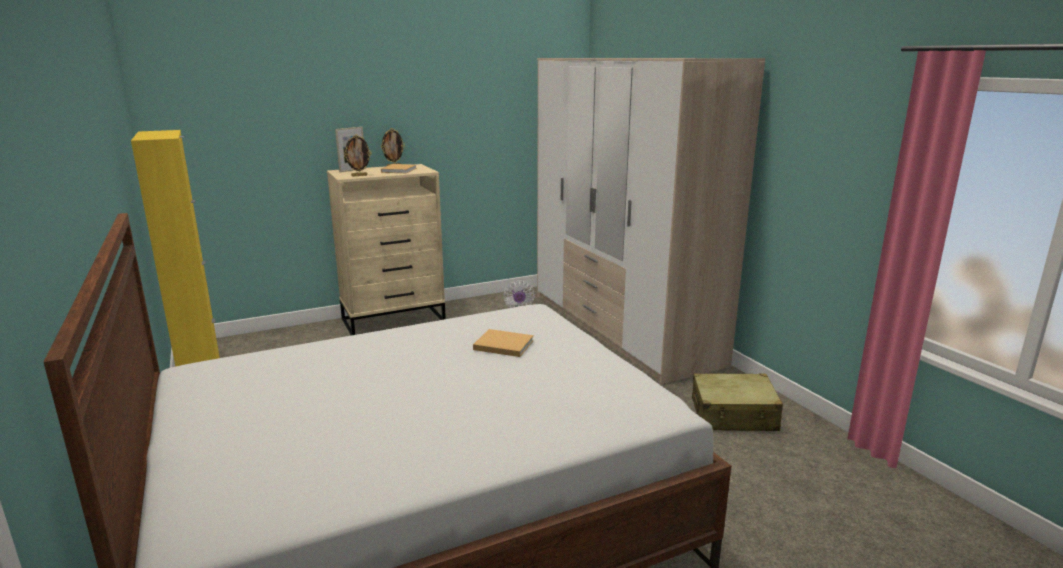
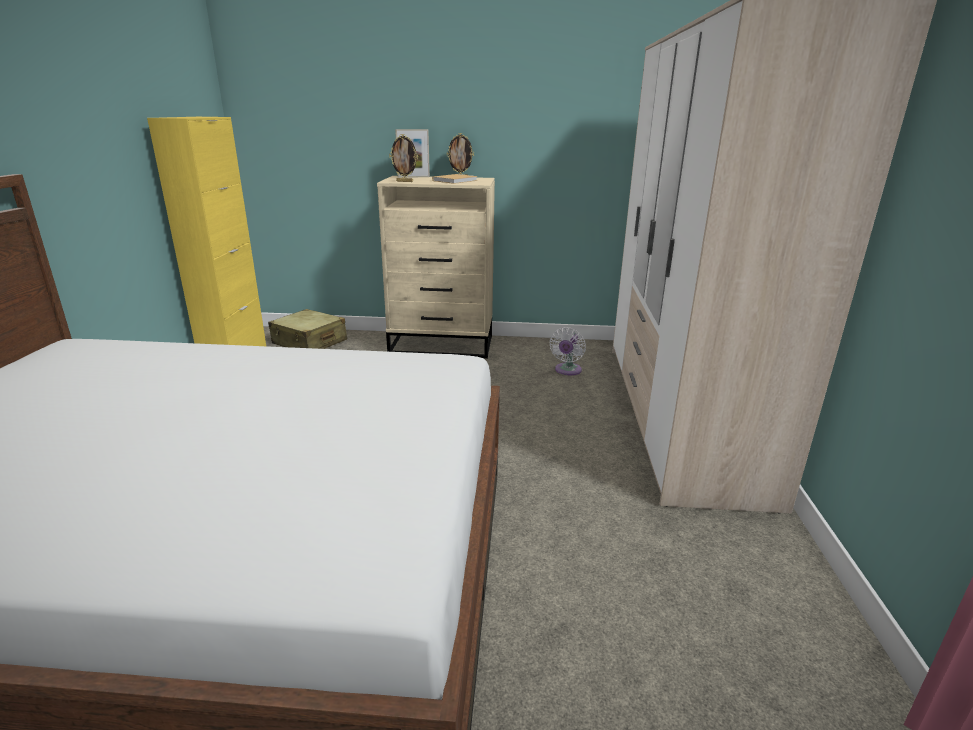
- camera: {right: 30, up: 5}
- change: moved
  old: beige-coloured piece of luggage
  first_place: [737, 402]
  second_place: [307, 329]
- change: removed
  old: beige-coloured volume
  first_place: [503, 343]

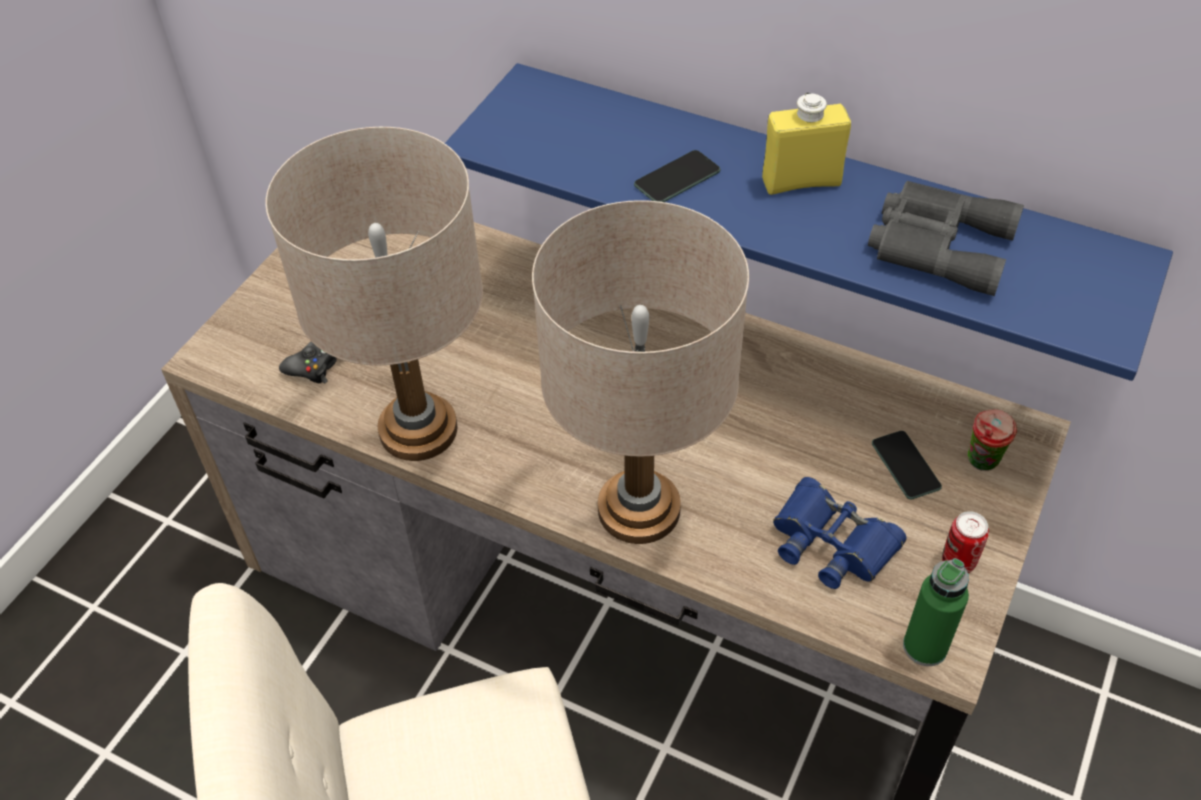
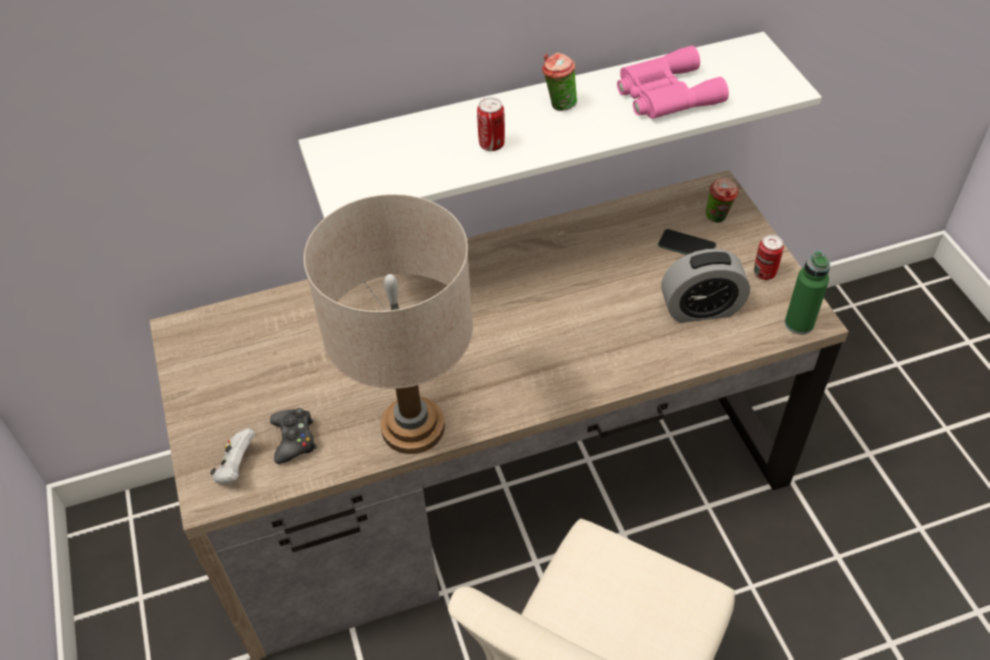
- camera: {right: -45, up: 0}
- change: added
  new: white-coloured game controller
  second_place: [233, 456]
- change: recoloured
  old: bluish wall shelf
  new: white-coloured wall shelf
  first_place: [809, 222]
  second_place: [560, 125]
- change: replaced
  old: handset
  new: metal can
  first_place: [677, 176]
  second_place: [491, 124]
- change: replaced
  old: yellow-coloured beverage bottle
  new: drinking cup
  first_place: [806, 144]
  second_place: [559, 82]
- change: recoloured
  old: gray pair of binoculars
  new: pinkish pair of binoculars
  first_place: [946, 238]
  second_place: [673, 82]
- change: replaced
  old: bluish pair of binoculars
  new: bedside clock
  first_place: [840, 533]
  second_place: [705, 286]
- change: removed
  old: beige-coloured tabletop lamp
  first_place: [640, 372]

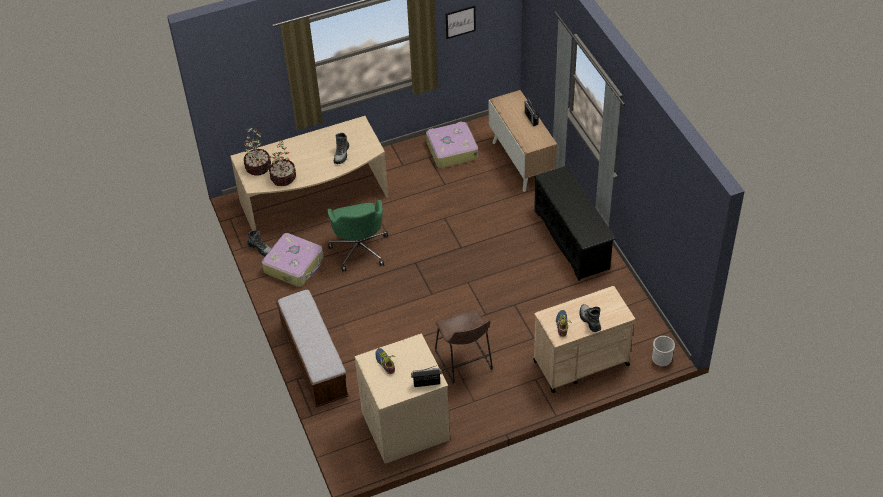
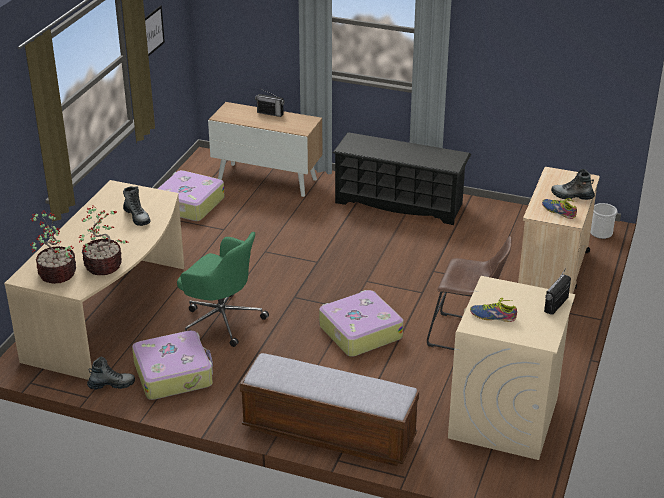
- camera: {right: -50, up: -15}
- change: added
  new: piece of luggage
  second_place: [361, 323]

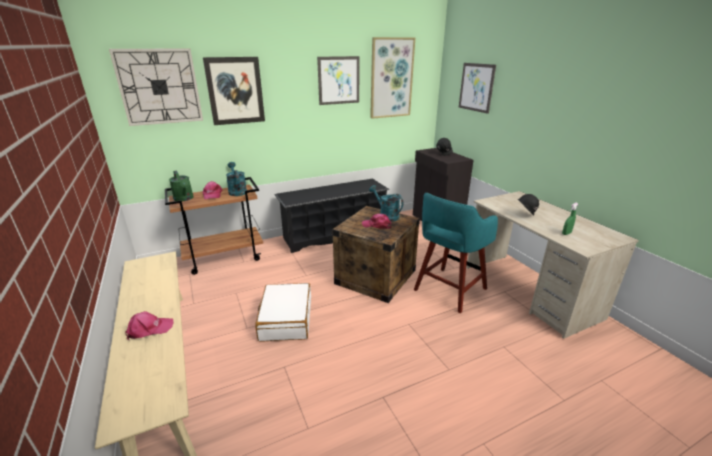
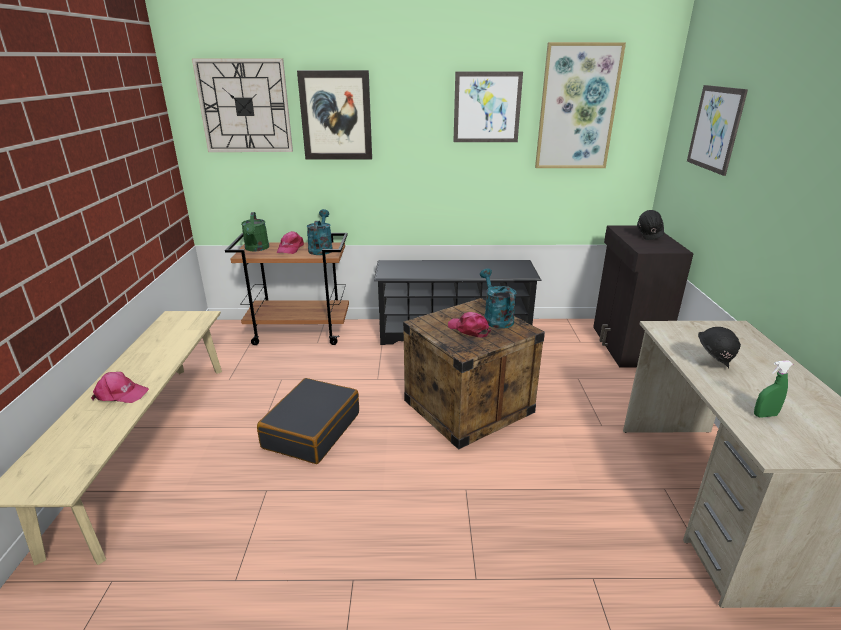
- camera: {right: 25, up: 0}
- change: recoloured
  old: white-coloured piece of luggage
  new: blackish piece of luggage
  first_place: [283, 312]
  second_place: [308, 421]
- change: removed
  old: turquoise-coloured sitting stool
  first_place: [456, 253]

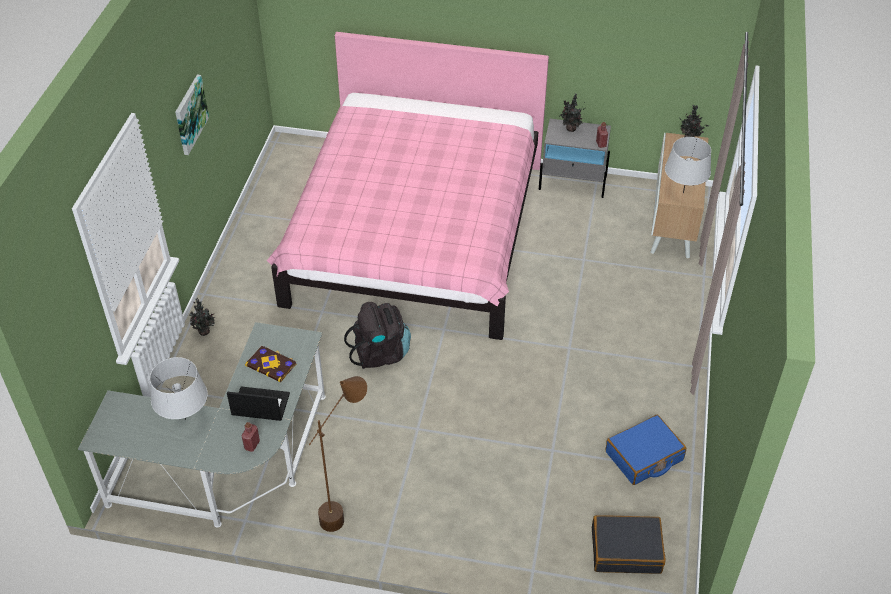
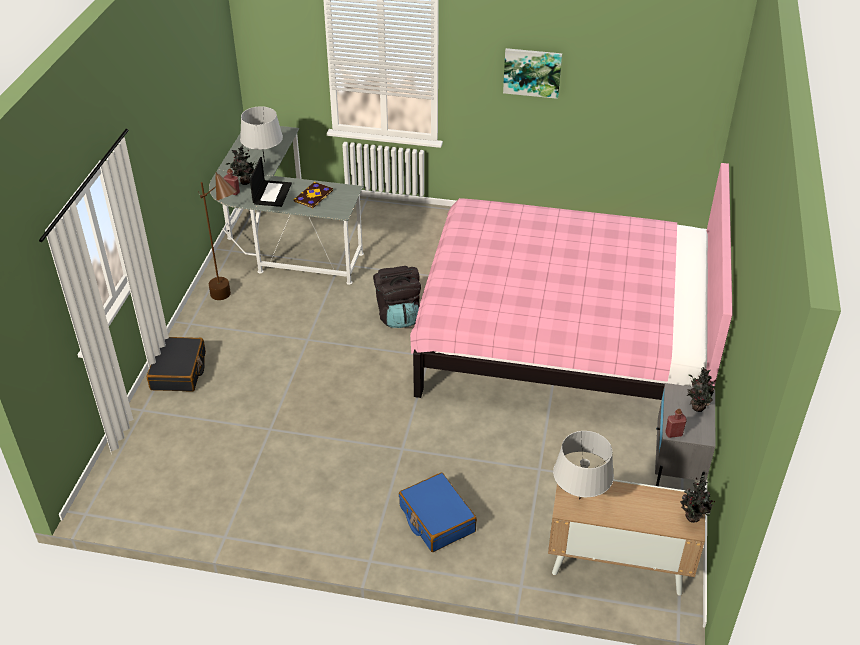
- camera: {right: 90, up: -5}
- change: moved
  old: blackish piece of luggage
  first_place: [629, 544]
  second_place: [176, 364]
- change: moved
  old: potted plant
  first_place: [202, 317]
  second_place: [242, 164]
- change: moved
  old: bluish piece of luggage
  first_place: [646, 450]
  second_place: [438, 512]

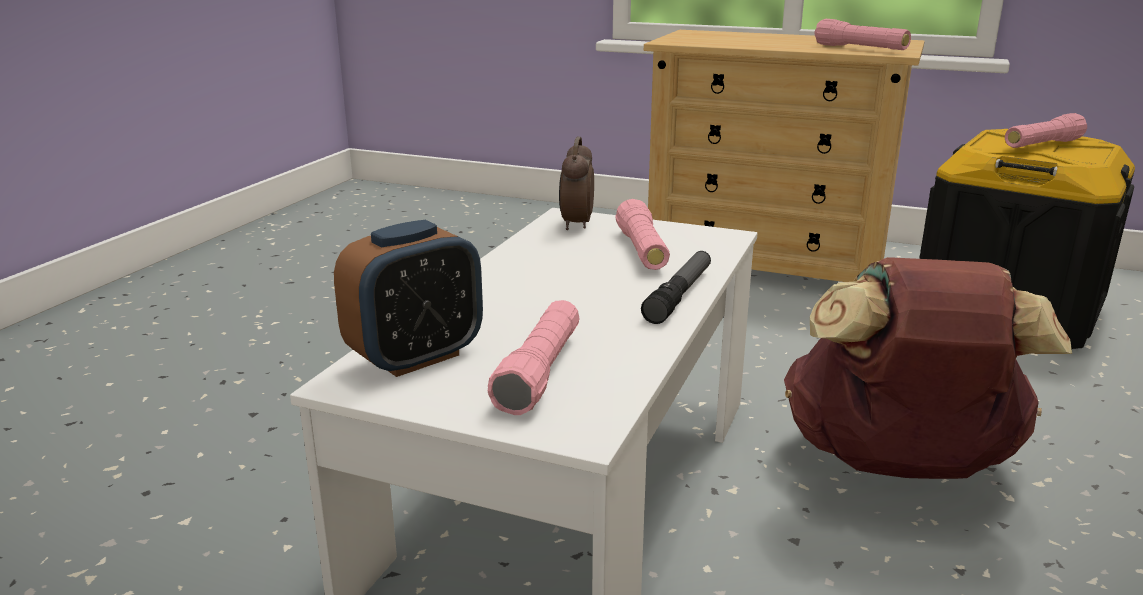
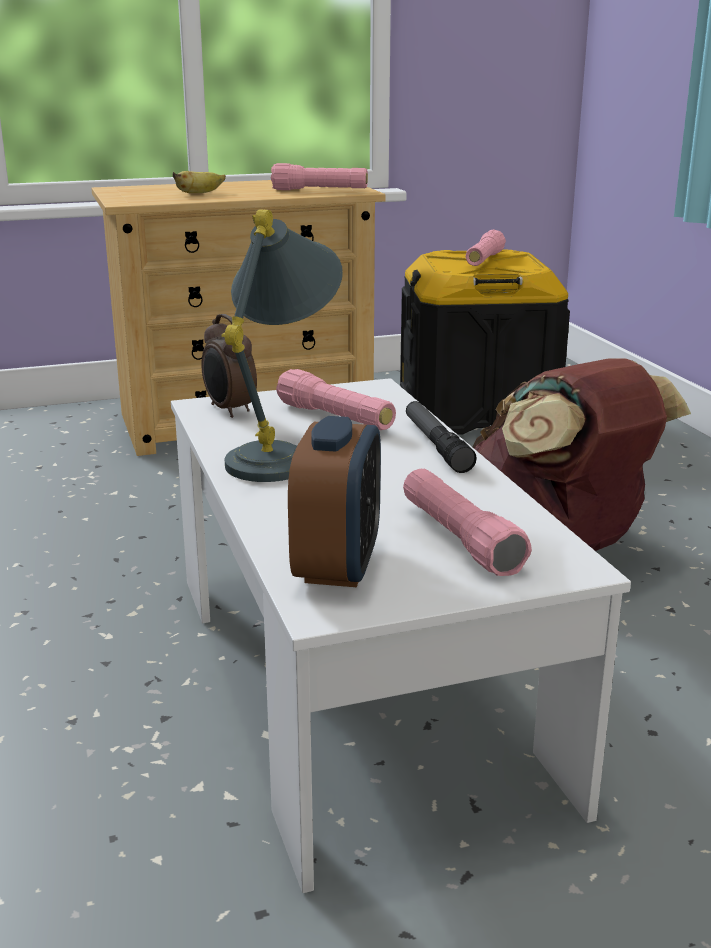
- camera: {right: -40, up: 0}
- change: added
  new: banana
  second_place: [199, 182]
- change: added
  new: gray tabletop lamp
  second_place: [282, 345]

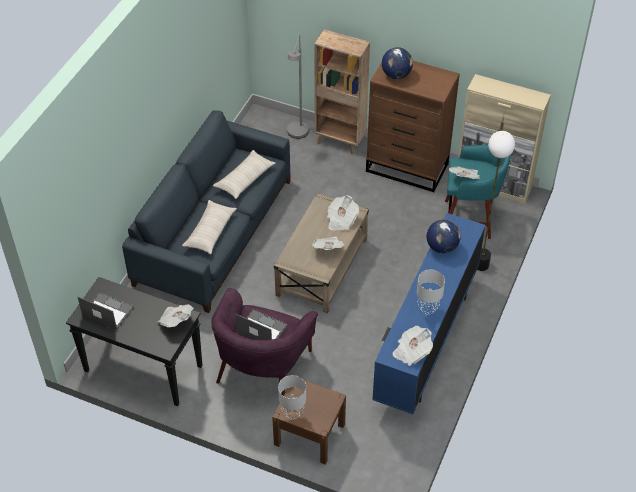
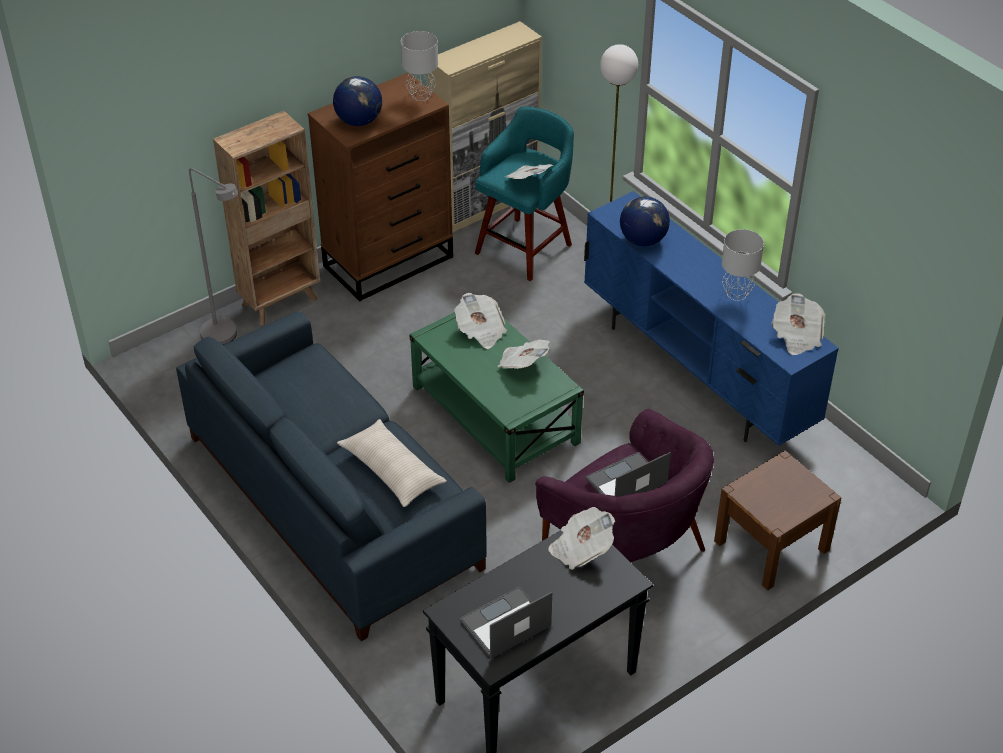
- camera: {right: -60, up: -5}
- change: moved
  old: gray tabletop lamp
  first_place: [292, 397]
  second_place: [419, 66]
- change: recoloured
  old: beige-coloured low table
  new: greenish low table
  first_place: [321, 253]
  second_place: [497, 397]
- change: removed
  old: beige-coloured cushion
  first_place: [244, 174]

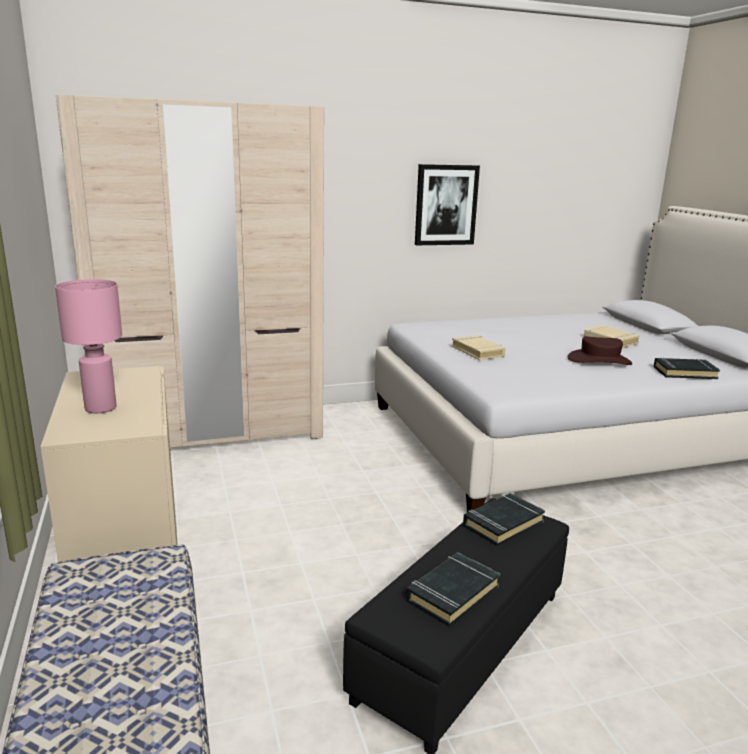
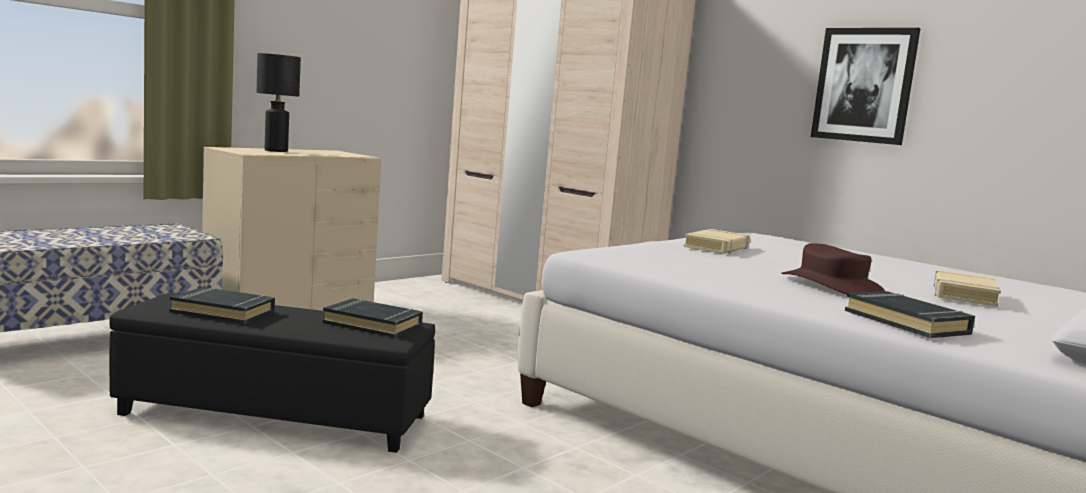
- camera: {right: 60, up: -10}
- change: recoloured
  old: pinkish tabletop lamp
  new: blackish tabletop lamp
  first_place: [88, 346]
  second_place: [278, 102]

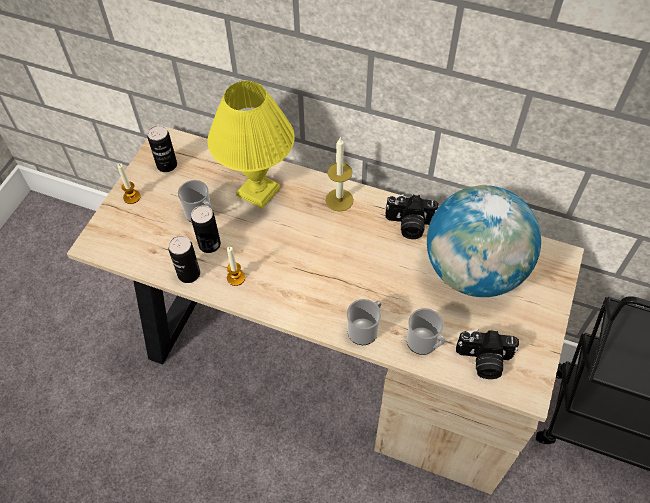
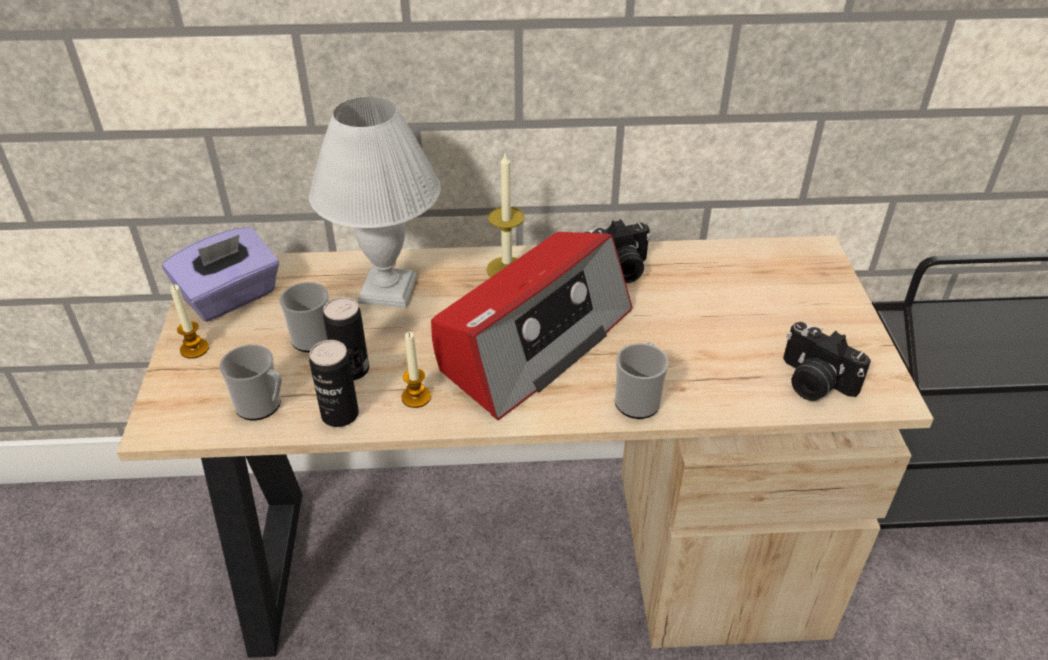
- camera: {right: -25, up: -15}
- change: replaced
  old: metal can
  new: purple tissue box
  first_place: [162, 148]
  second_place: [220, 274]
- change: moved
  old: coffee mug
  first_place: [426, 331]
  second_place: [250, 382]
- change: recoloured
  old: yellow-coloured tabletop lamp
  new: white-coloured tabletop lamp
  first_place: [251, 145]
  second_place: [375, 202]
- change: added
  new: radio set
  second_place: [531, 326]
- change: turned
  old: still camera
  first_place: [487, 354]
  second_place: [827, 361]
  degrees: 60
- change: removed
  old: globe
  first_place: [484, 241]

